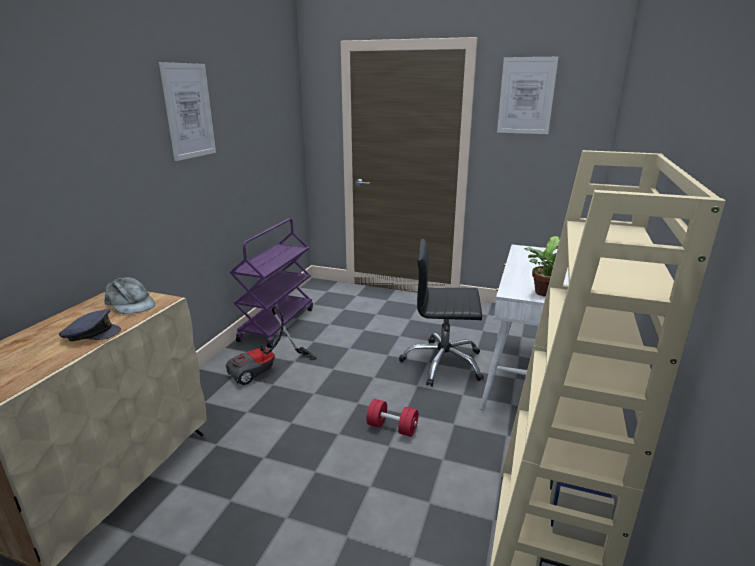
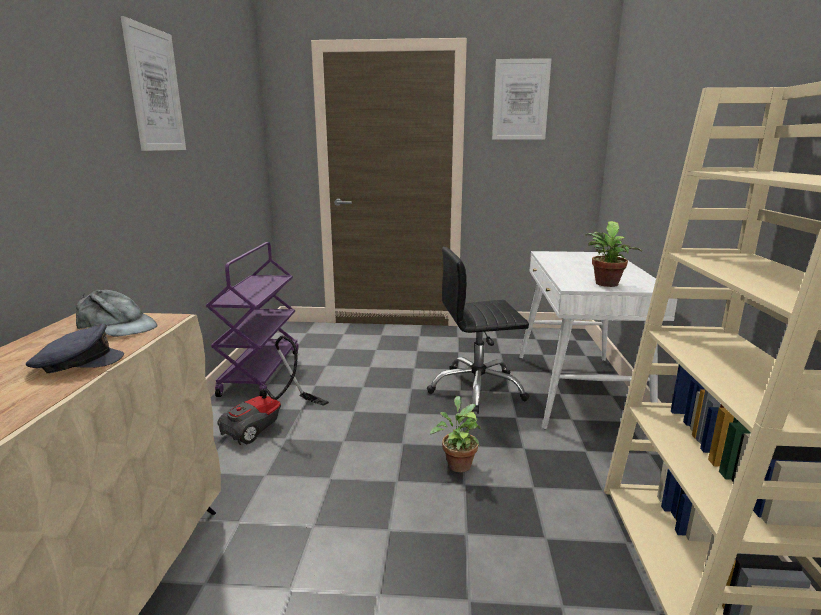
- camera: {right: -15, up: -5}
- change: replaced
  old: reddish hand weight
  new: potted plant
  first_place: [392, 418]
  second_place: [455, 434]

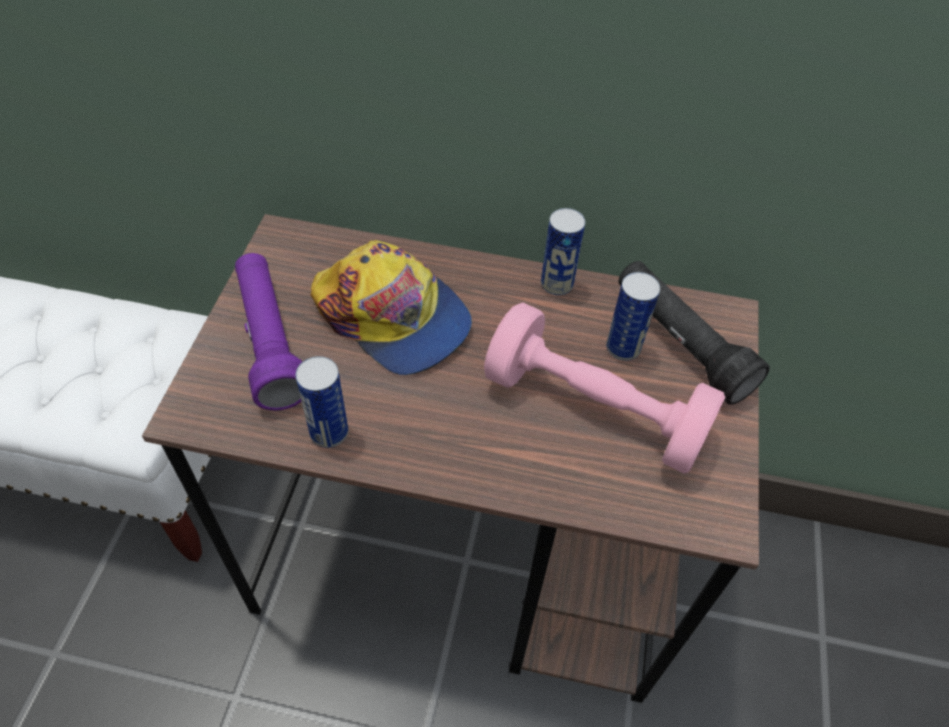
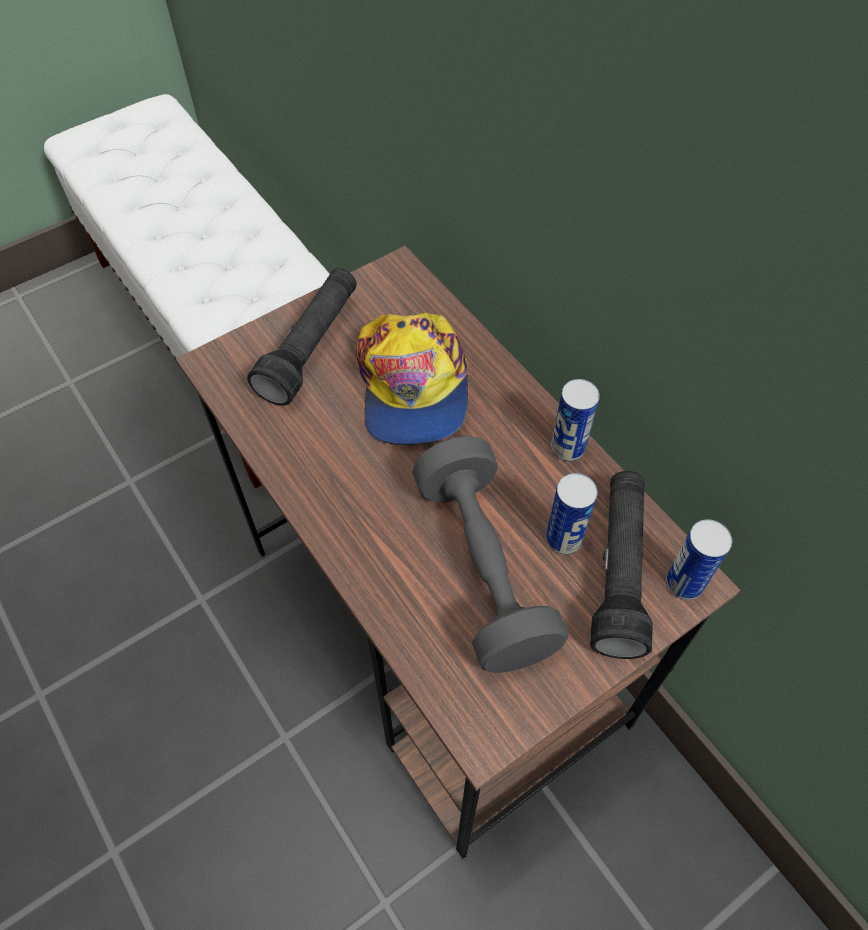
- camera: {right: 45, up: 5}
- change: recoloured
  old: purple torch
  new: blackish torch
  first_place: [268, 331]
  second_place: [302, 336]
- change: recoloured
  old: pinkish hand weight
  new: gray hand weight
  first_place: [604, 388]
  second_place: [490, 554]
- change: moved
  old: metal can
  first_place: [321, 402]
  second_place: [699, 559]

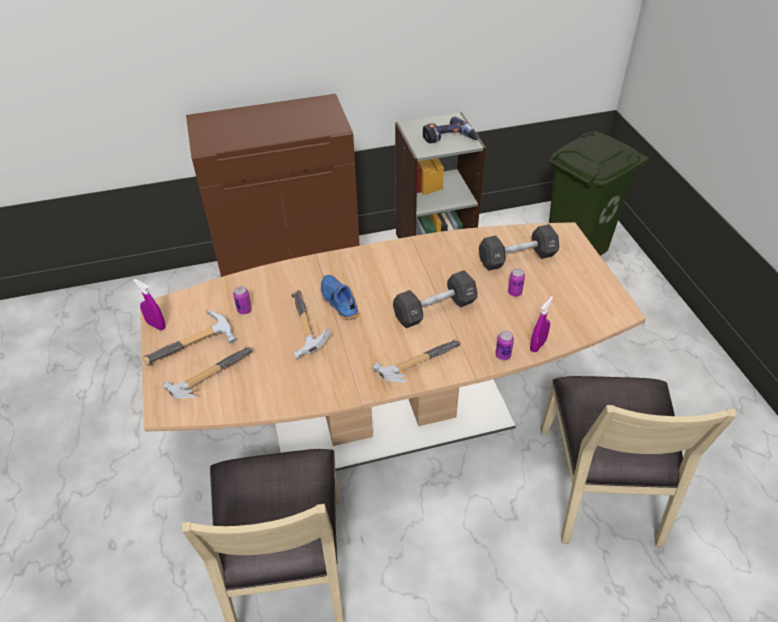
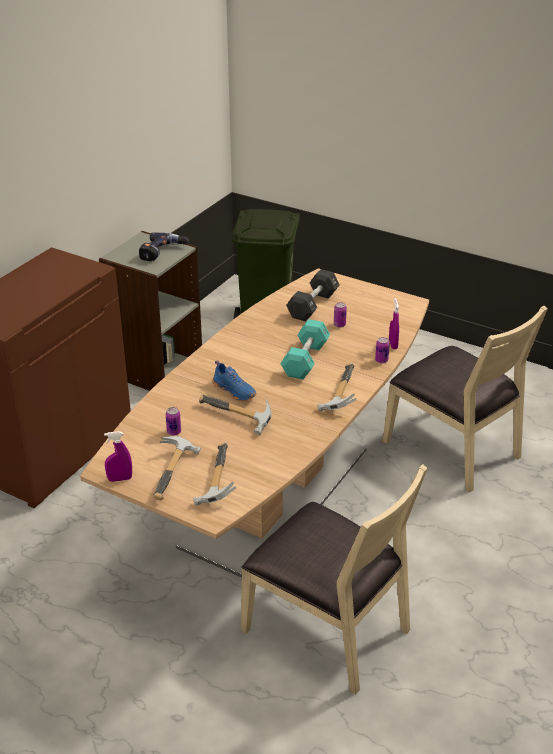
- camera: {right: -45, up: -10}
- change: turned
  old: bluish low shoe
  first_place: [340, 297]
  second_place: [234, 380]
  degrees: -150
- change: recoloured
  old: blackish hand weight
  new: turquoise-coloured hand weight
  first_place: [435, 299]
  second_place: [305, 349]

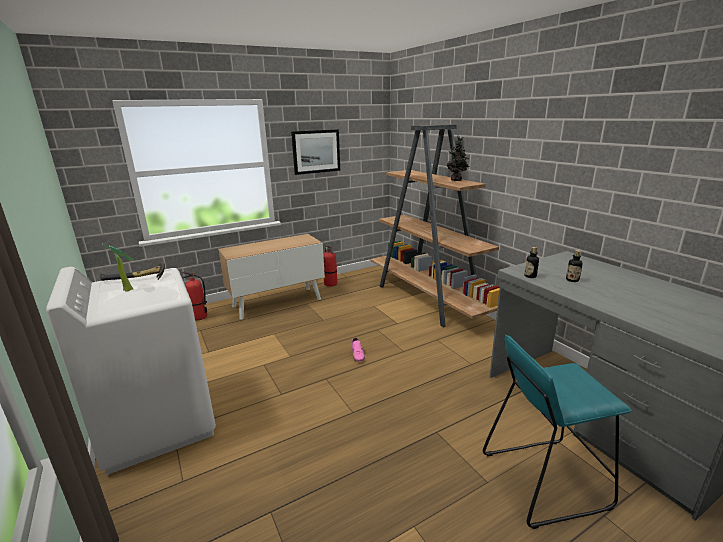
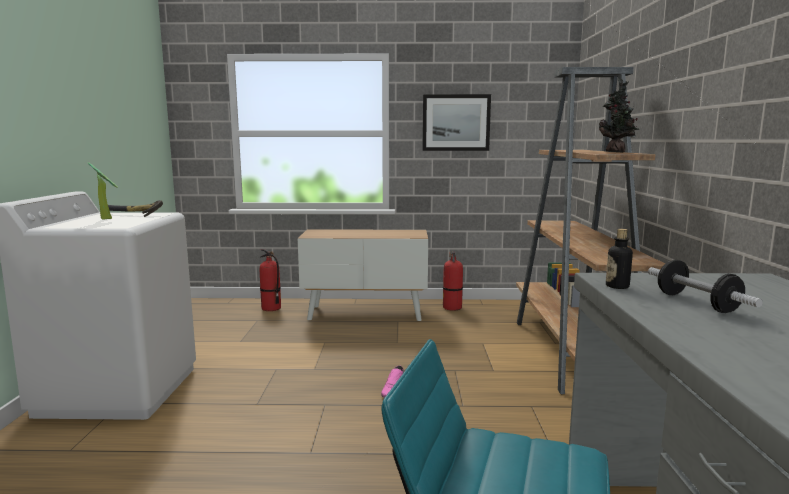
- camera: {right: 30, up: -10}
- change: replaced
  old: beverage bottle
  new: hand weight
  first_place: [574, 266]
  second_place: [705, 286]

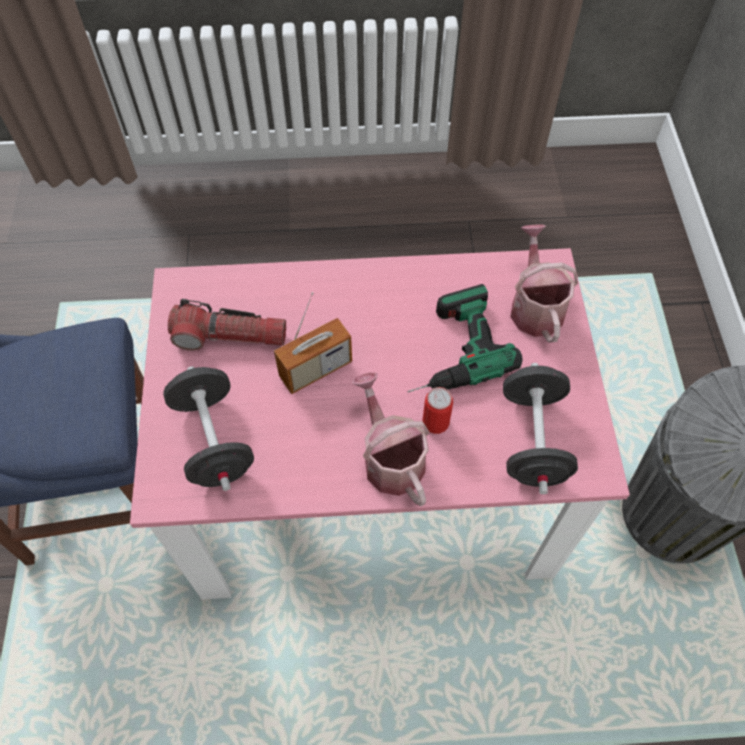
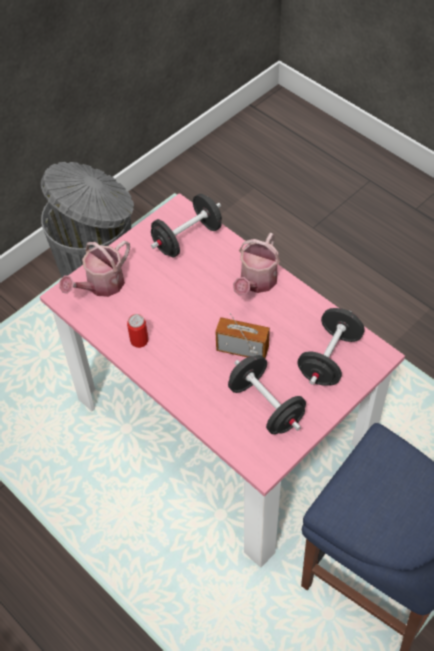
- camera: {right: -130, up: -5}
- change: moved
  old: metal can
  first_place: [438, 410]
  second_place: [137, 331]
- change: replaced
  old: torch
  new: blackish hand weight
  first_place: [227, 325]
  second_place: [267, 394]
- change: removed
  old: drill
  first_place: [465, 338]

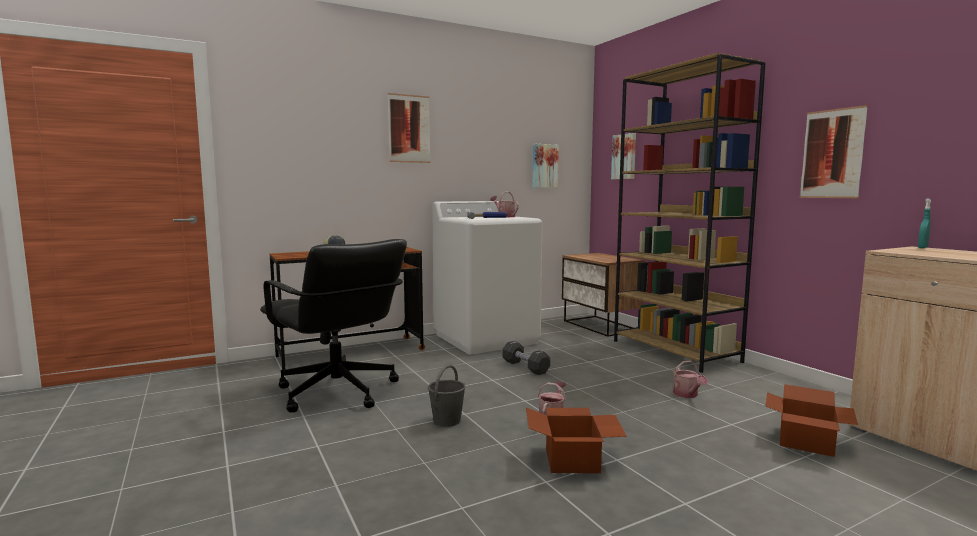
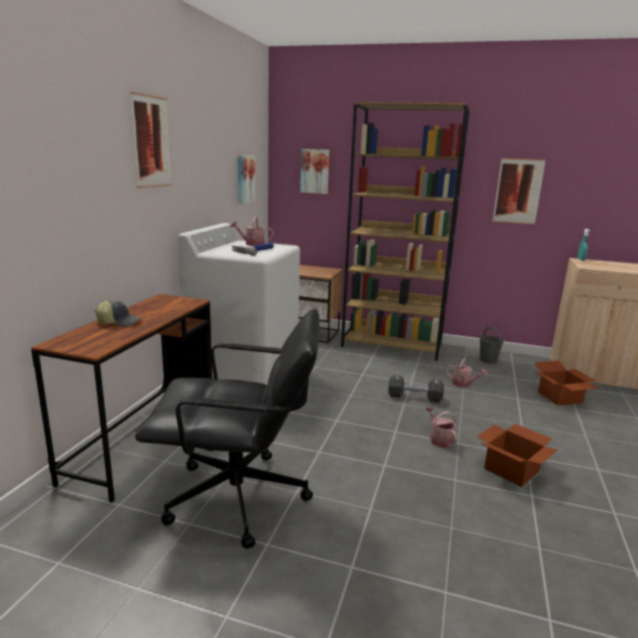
- camera: {right: -45, up: 10}
- change: moved
  old: blackish hand weight
  first_place: [526, 358]
  second_place: [416, 388]
- change: moved
  old: gray water bucket
  first_place: [447, 395]
  second_place: [492, 344]

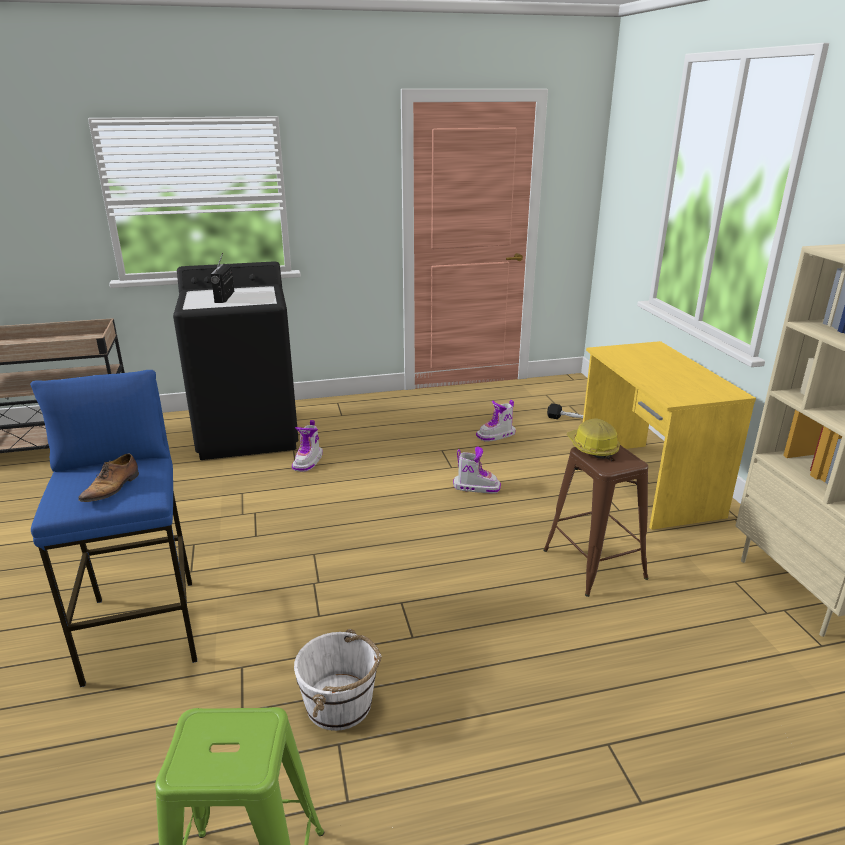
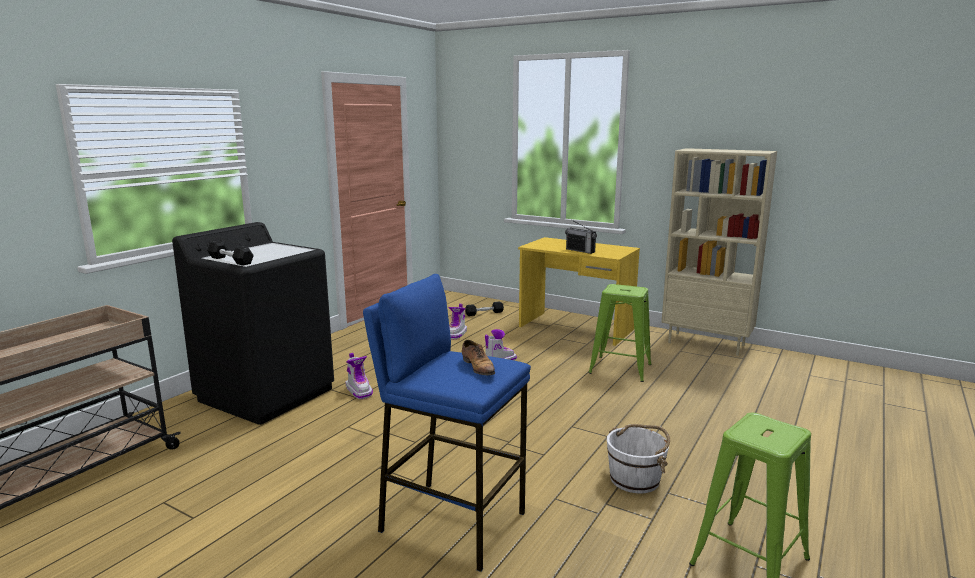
- camera: {right: -45, up: -10}
- change: added
  new: blackish hand weight
  second_place: [230, 253]
- change: moved
  old: radio set
  first_place: [222, 278]
  second_place: [581, 236]
- change: recoloured
  old: brown sitting stool
  new: greenish sitting stool
  first_place: [596, 521]
  second_place: [620, 333]
- change: removed
  old: hard hat
  first_place: [593, 438]

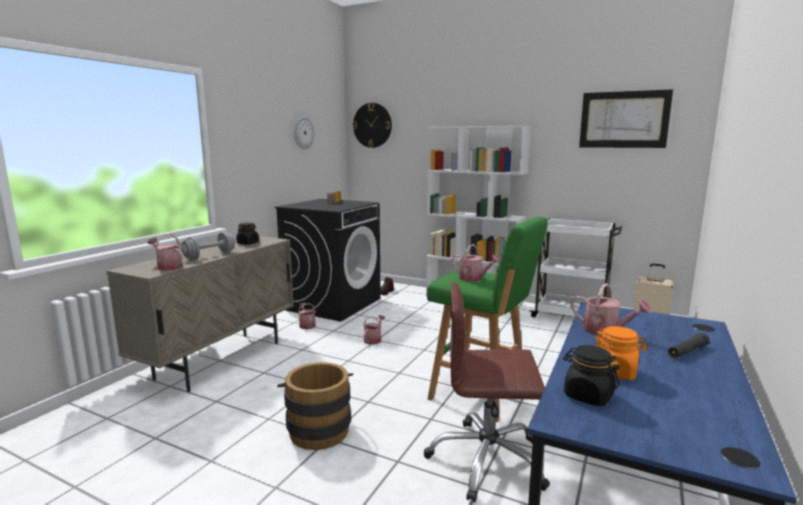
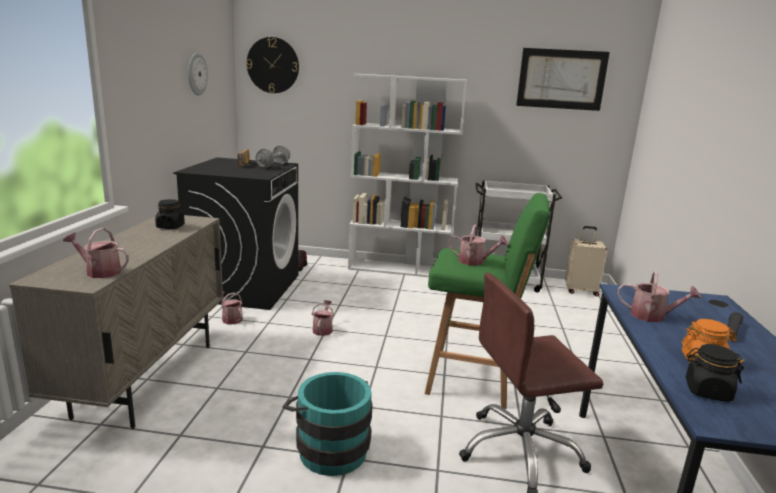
- camera: {right: -20, up: 5}
- change: moved
  old: gray hand weight
  first_place: [208, 245]
  second_place: [272, 156]
- change: recoloured
  old: brown water bucket
  new: turquoise-coloured water bucket
  first_place: [315, 406]
  second_place: [328, 424]

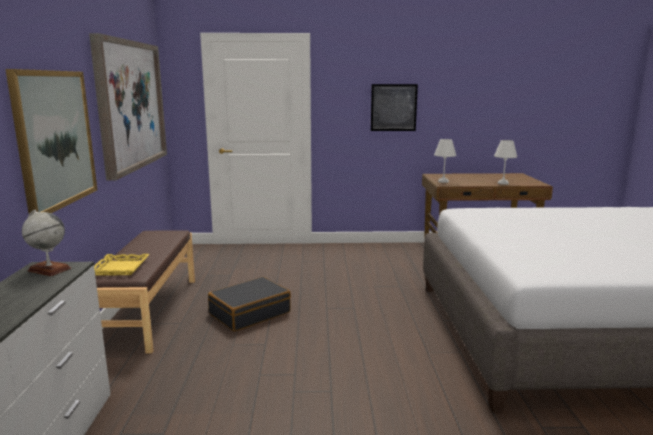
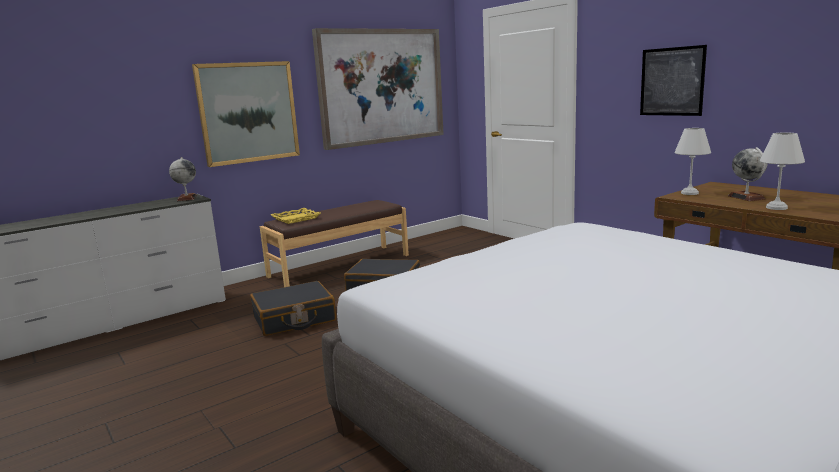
- camera: {right: 55, up: 0}
- change: added
  new: blackish piece of luggage
  second_place: [293, 308]
- change: added
  new: globe
  second_place: [748, 174]

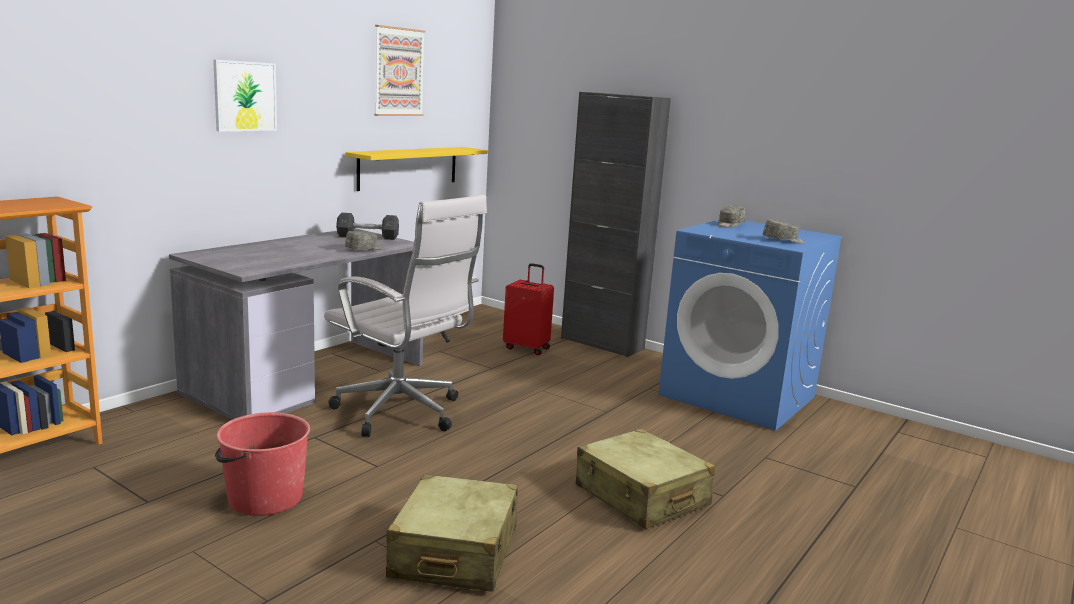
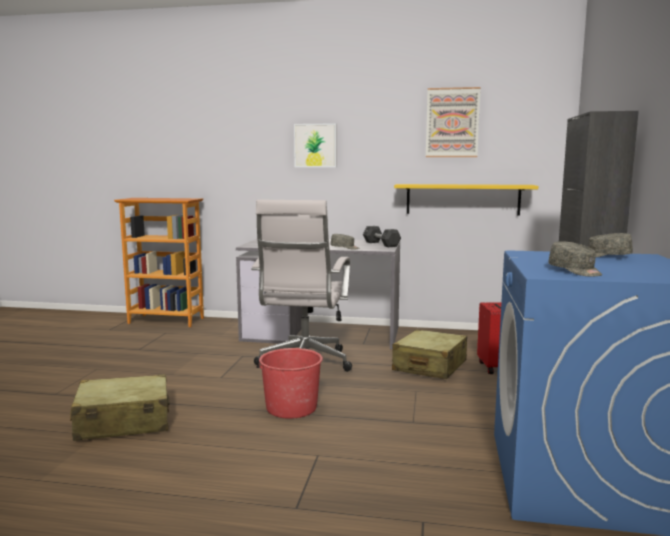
- camera: {right: 65, up: -5}
- change: moved
  old: reddish water bucket
  first_place: [262, 464]
  second_place: [289, 383]
- change: moved
  old: beige-coloured piece of luggage
  first_place: [645, 479]
  second_place: [429, 354]

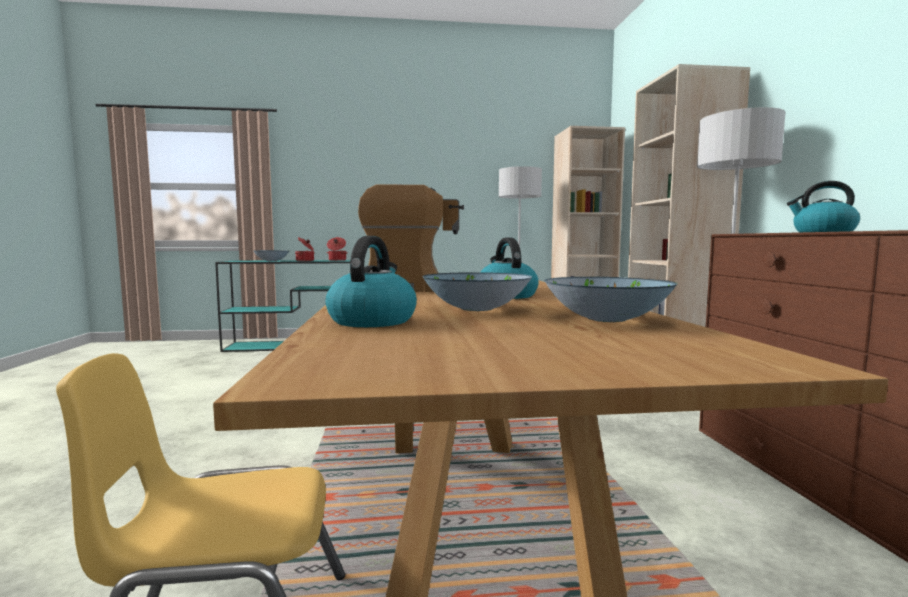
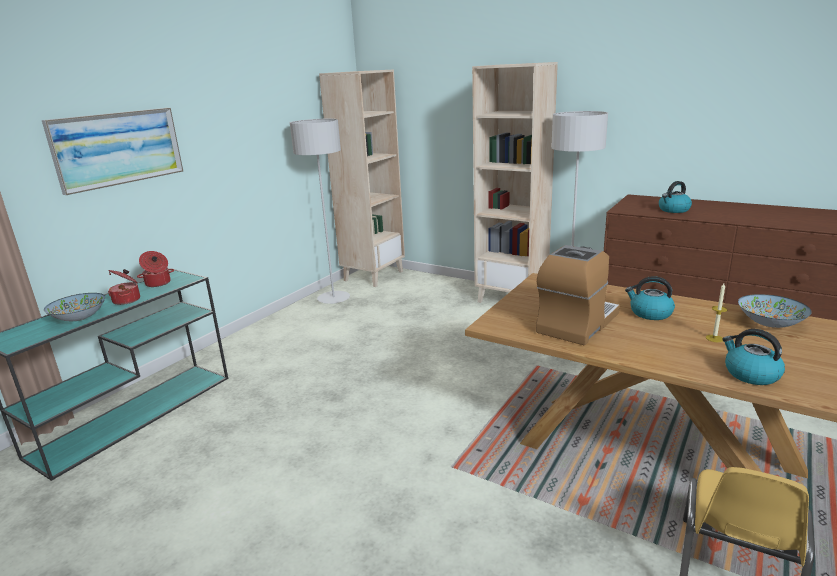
- camera: {right: -50, up: 15}
- change: added
  new: wall art
  second_place: [112, 151]
- change: replaced
  old: deep dish
  new: wax candle
  first_place: [477, 291]
  second_place: [716, 312]

